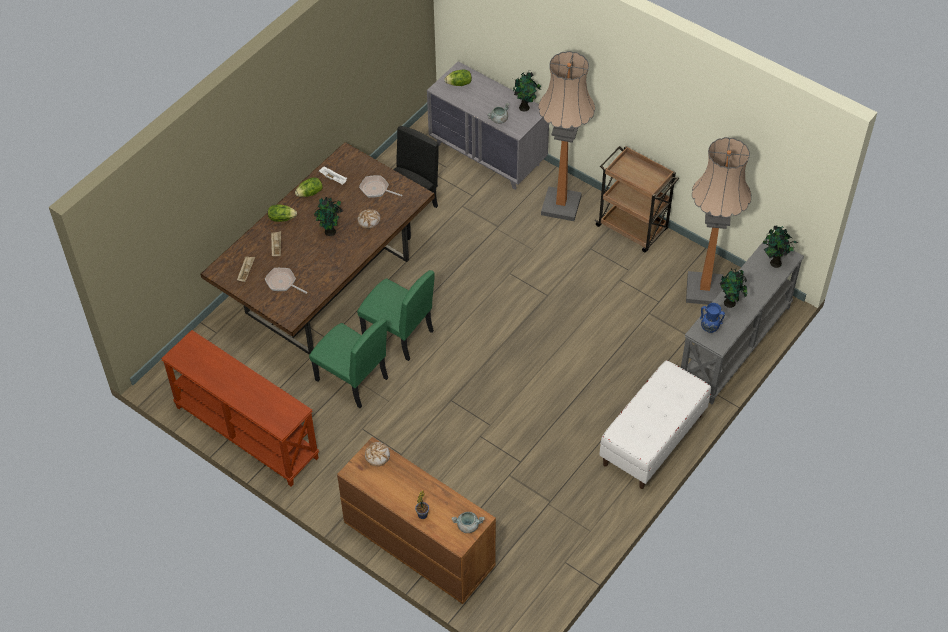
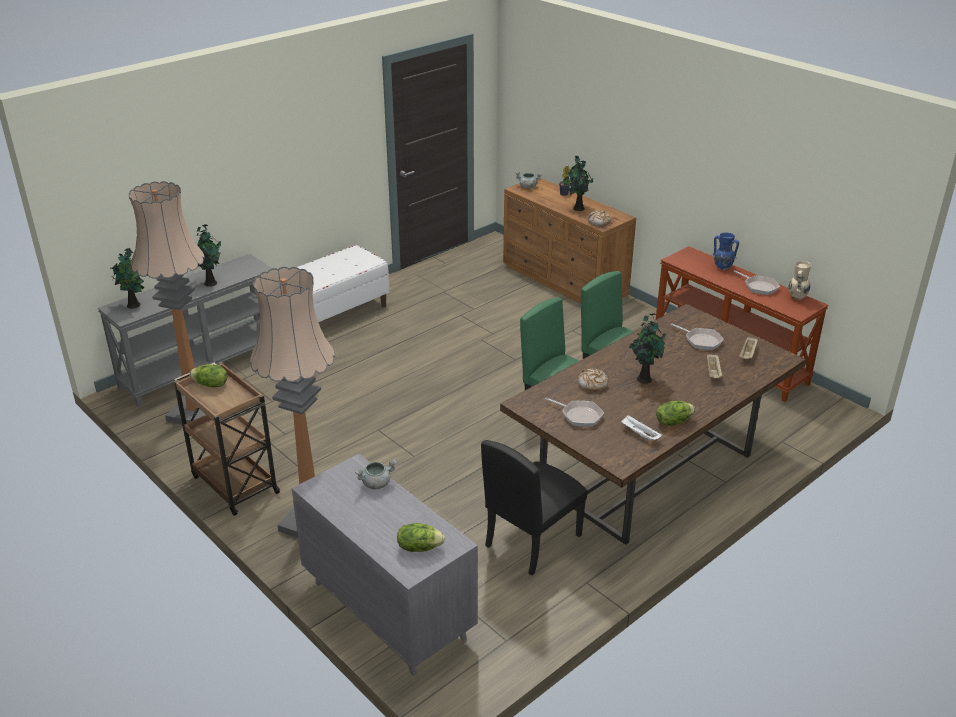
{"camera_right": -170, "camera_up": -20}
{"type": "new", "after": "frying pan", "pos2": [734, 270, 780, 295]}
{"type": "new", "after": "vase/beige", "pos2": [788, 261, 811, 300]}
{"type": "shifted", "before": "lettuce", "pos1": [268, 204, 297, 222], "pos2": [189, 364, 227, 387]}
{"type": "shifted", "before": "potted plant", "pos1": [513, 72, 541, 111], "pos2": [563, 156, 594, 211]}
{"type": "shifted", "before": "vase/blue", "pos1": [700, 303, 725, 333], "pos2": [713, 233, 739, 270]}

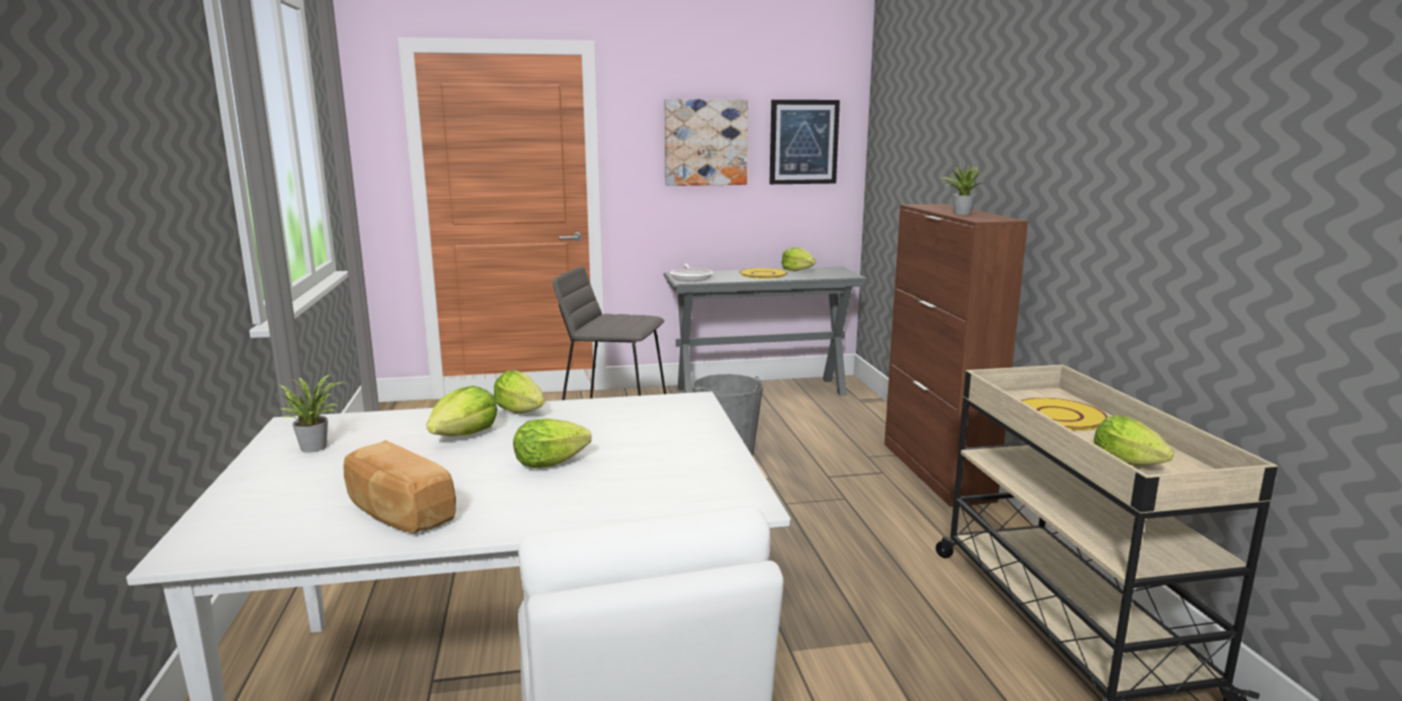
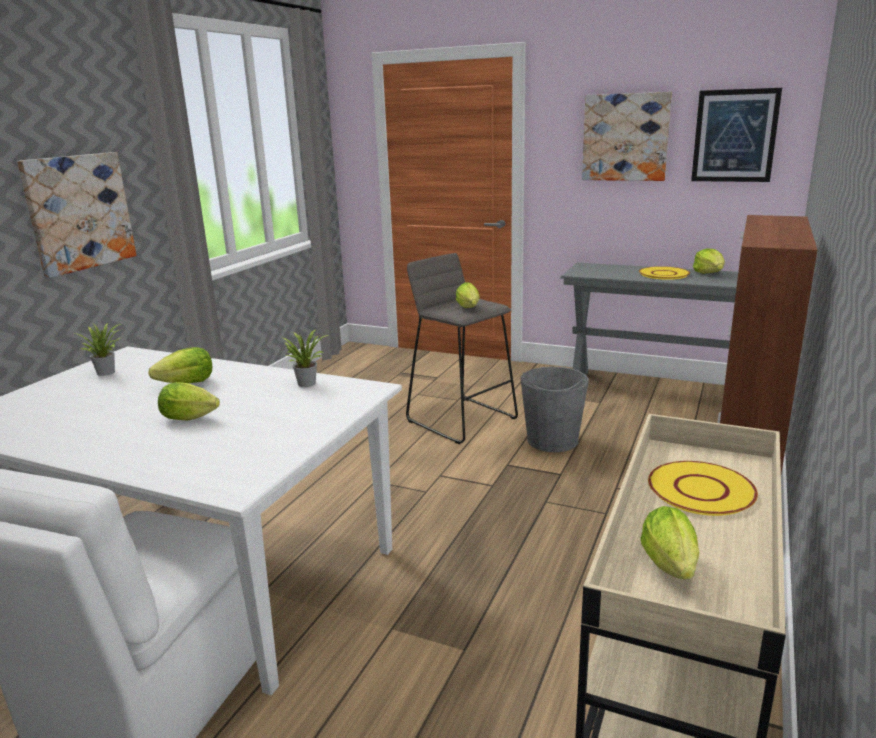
{"camera_right": 35, "camera_up": 5}
{"type": "gone", "before": "bread", "pos1": [343, 440, 456, 533]}
{"type": "gone", "before": "frying pan", "pos1": [670, 264, 713, 281]}
{"type": "new", "after": "picture", "pos2": [17, 152, 136, 278]}
{"type": "shifted", "before": "lettuce", "pos1": [494, 370, 545, 413], "pos2": [456, 282, 480, 308]}
{"type": "shifted", "before": "potted plant", "pos1": [942, 164, 983, 215], "pos2": [283, 330, 329, 387]}

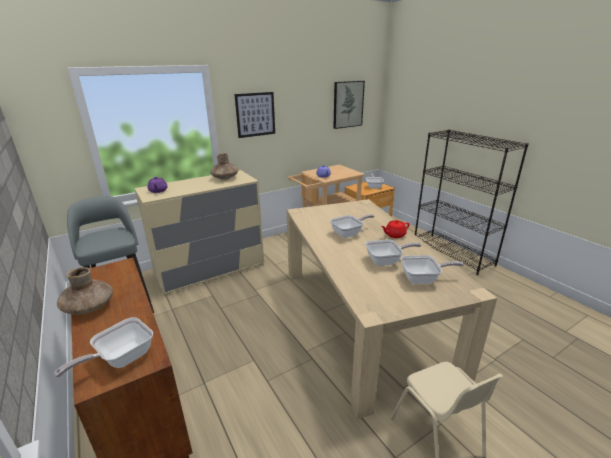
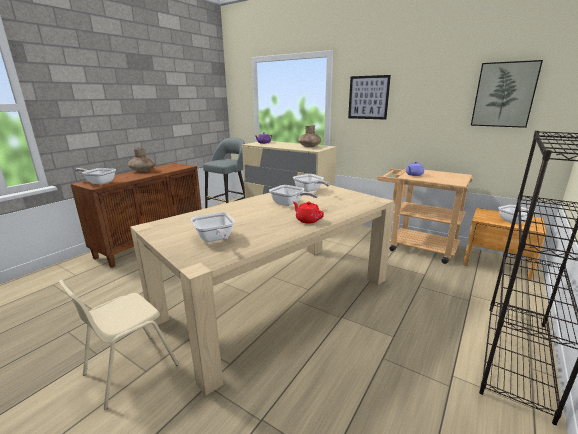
{"camera_right": 65, "camera_up": -5}
{"type": "shifted", "before": "frying pan", "pos1": [365, 239, 421, 266], "pos2": [293, 174, 330, 192]}

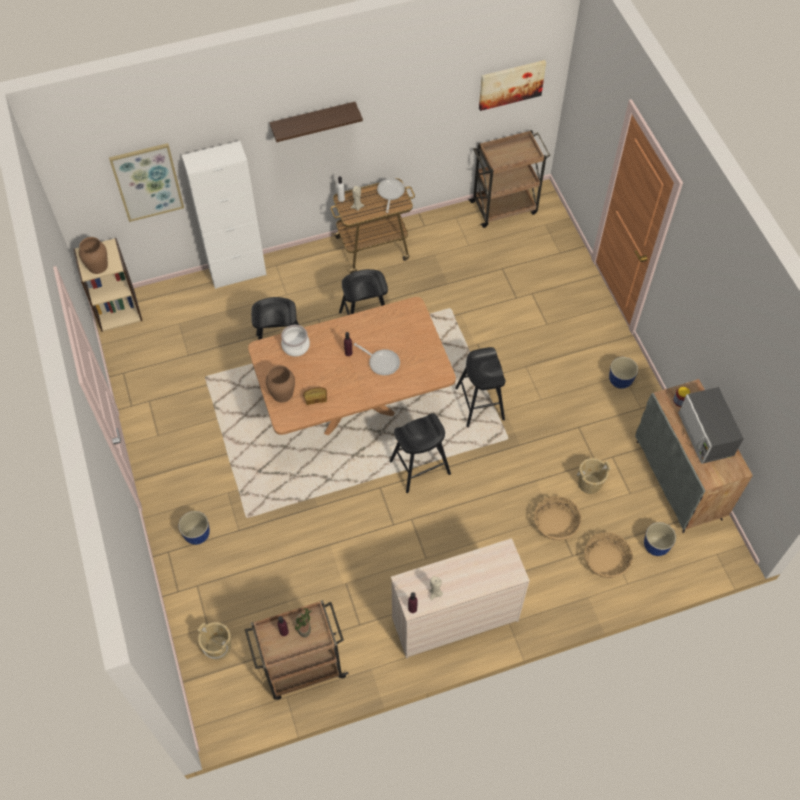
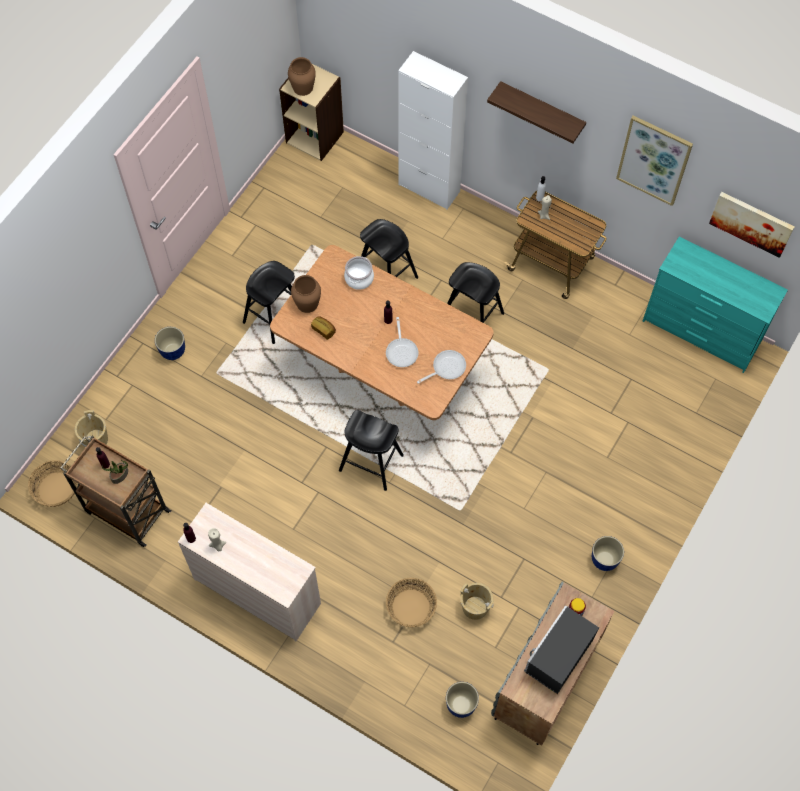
{"camera_right": 50, "camera_up": 5}
{"type": "shifted", "before": "picture", "pos1": [109, 143, 184, 222], "pos2": [616, 116, 693, 206]}
{"type": "shifted", "before": "frying pan", "pos1": [377, 178, 405, 213], "pos2": [417, 350, 466, 384]}
{"type": "shifted", "before": "stool/black", "pos1": [455, 347, 505, 427], "pos2": [243, 261, 295, 344]}
{"type": "shifted", "before": "basket", "pos1": [584, 532, 633, 578], "pos2": [28, 460, 77, 507]}
{"type": "swapped", "before": "cart/brown", "after": "dresser/turquoise", "pos1": [468, 130, 551, 228], "pos2": [642, 236, 788, 373]}

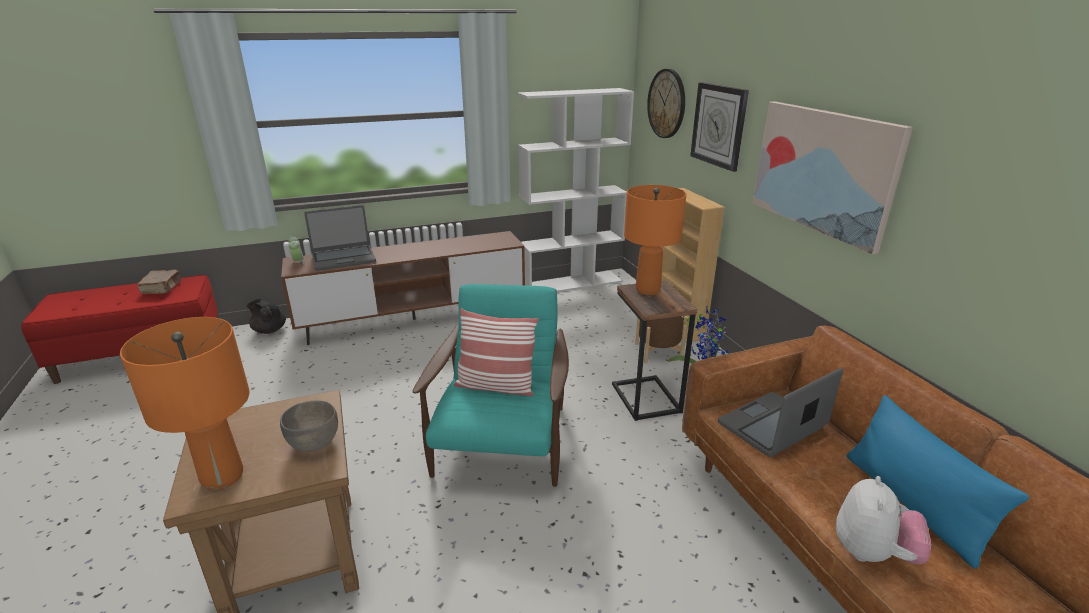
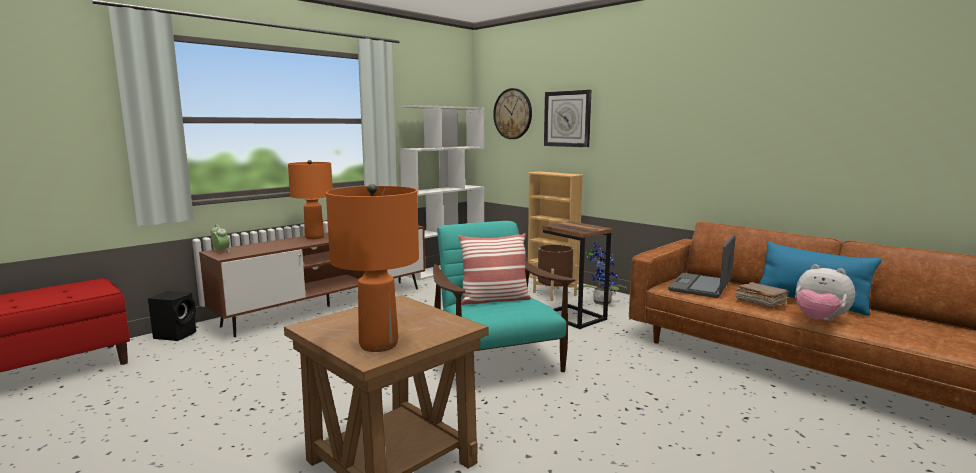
{"camera_right": -25, "camera_up": -15}
{"type": "gone", "before": "bowl/grey", "pos1": [280, 400, 338, 452]}
{"type": "gone", "before": "laptop", "pos1": [304, 205, 376, 271]}
{"type": "gone", "before": "picture", "pos1": [753, 101, 913, 254]}
{"type": "shifted", "before": "book/brown", "pos1": [137, 269, 182, 294], "pos2": [736, 282, 789, 308]}
{"type": "shifted", "before": "table lamp/orange", "pos1": [624, 185, 686, 295], "pos2": [288, 160, 333, 239]}
{"type": "swapped", "before": "teapot/black", "after": "speaker/black", "pos1": [247, 299, 286, 334], "pos2": [148, 291, 196, 341]}
{"type": "rotated", "before": "plush toy", "pos1": [836, 476, 931, 564], "pos2": [795, 265, 855, 321], "turn": 135}

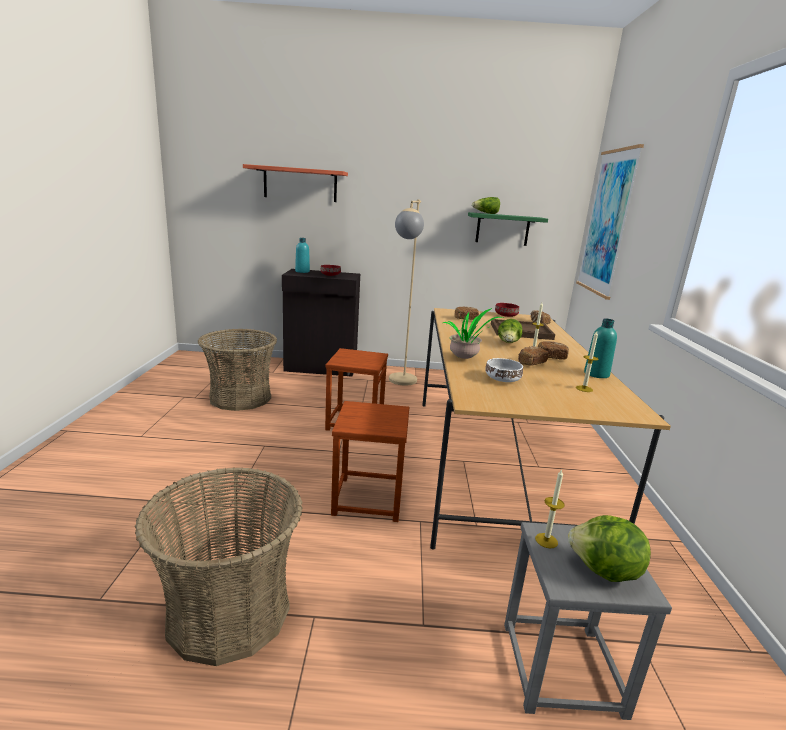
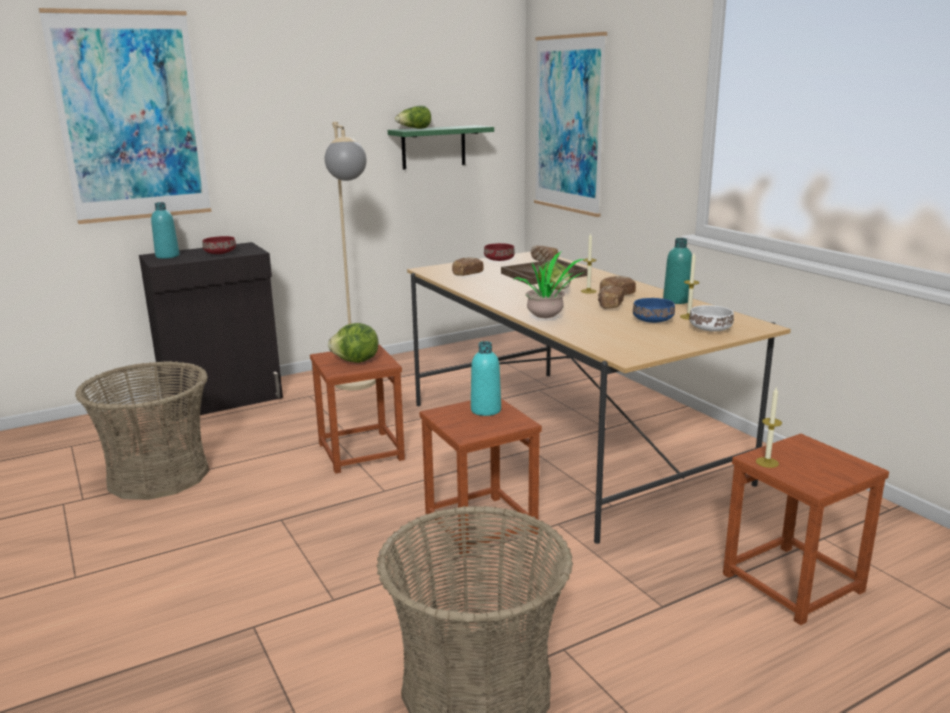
{"camera_right": -30, "camera_up": 0}
{"type": "new", "after": "bottle/turquoise", "pos2": [471, 341, 501, 416]}
{"type": "new", "after": "bowl/blue", "pos2": [633, 298, 675, 323]}
{"type": "shifted", "before": "bowl/white", "pos1": [485, 358, 523, 382], "pos2": [689, 305, 734, 332]}
{"type": "shifted", "before": "lettuce", "pos1": [568, 515, 651, 582], "pos2": [328, 323, 378, 363]}
{"type": "swapped", "before": "shelf", "after": "picture", "pos1": [243, 164, 348, 202], "pos2": [39, 8, 212, 224]}
{"type": "repainted", "before": "stool/grey", "after": "stool/brown", "pos1": [504, 522, 672, 720], "pos2": [723, 434, 889, 625]}

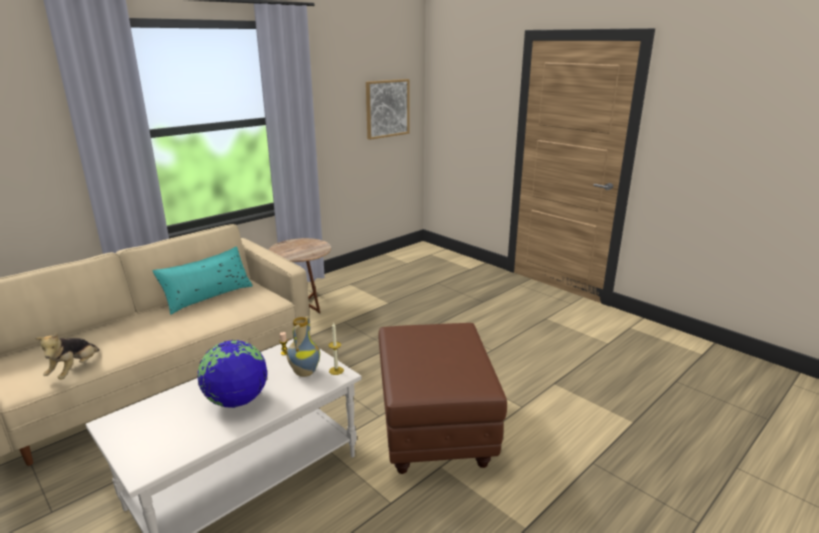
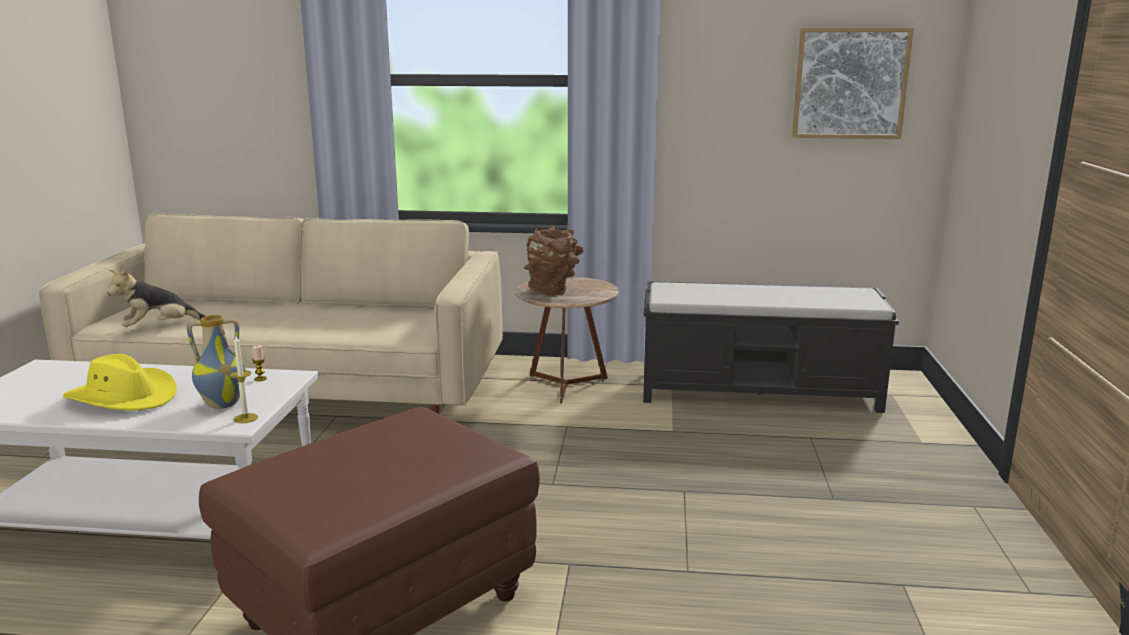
{"camera_right": 50, "camera_up": -5}
{"type": "gone", "before": "pillow/turquoise", "pos1": [152, 246, 253, 315]}
{"type": "new", "after": "vase/brown", "pos2": [524, 226, 583, 296]}
{"type": "new", "after": "bench/black", "pos2": [643, 281, 899, 413]}
{"type": "swapped", "before": "globe", "after": "hat/yellow", "pos1": [197, 340, 267, 408], "pos2": [63, 354, 177, 411]}

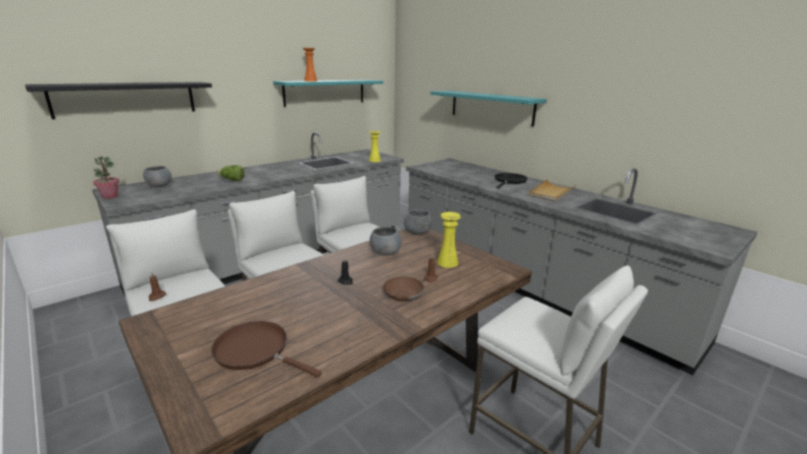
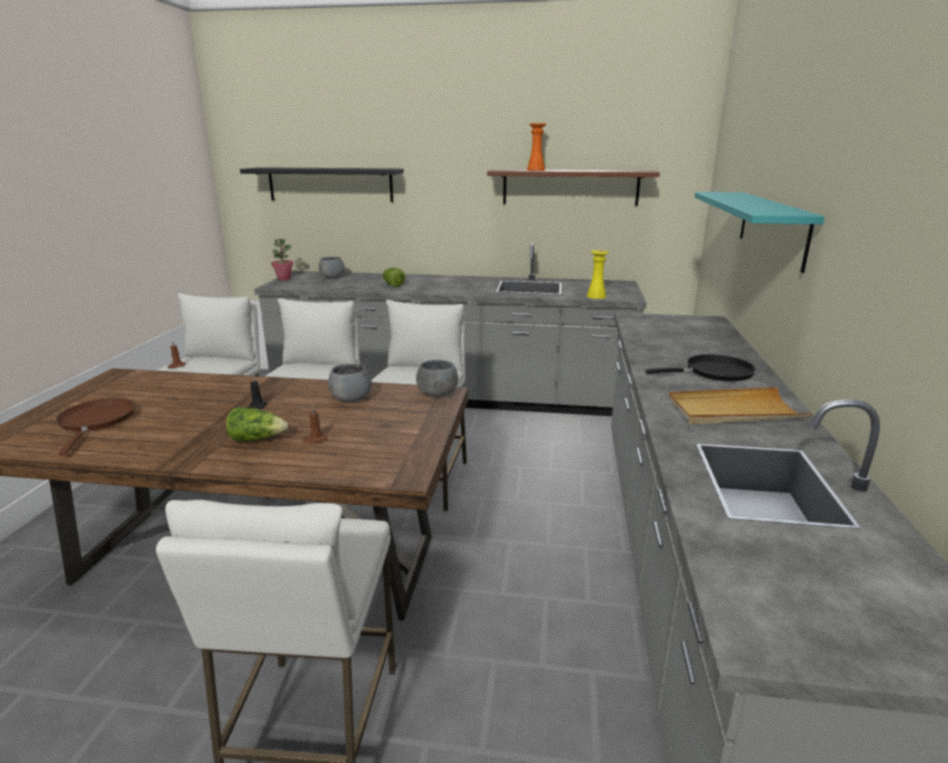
{"camera_right": 50, "camera_up": 0}
{"type": "gone", "before": "vase/yellow", "pos1": [437, 212, 461, 268]}
{"type": "swapped", "before": "bowl/brown", "after": "lettuce", "pos1": [383, 277, 424, 301], "pos2": [226, 407, 288, 442]}
{"type": "repainted", "before": "shelf/turquoise", "after": "shelf/brown", "pos1": [273, 80, 384, 107], "pos2": [487, 169, 660, 206]}

